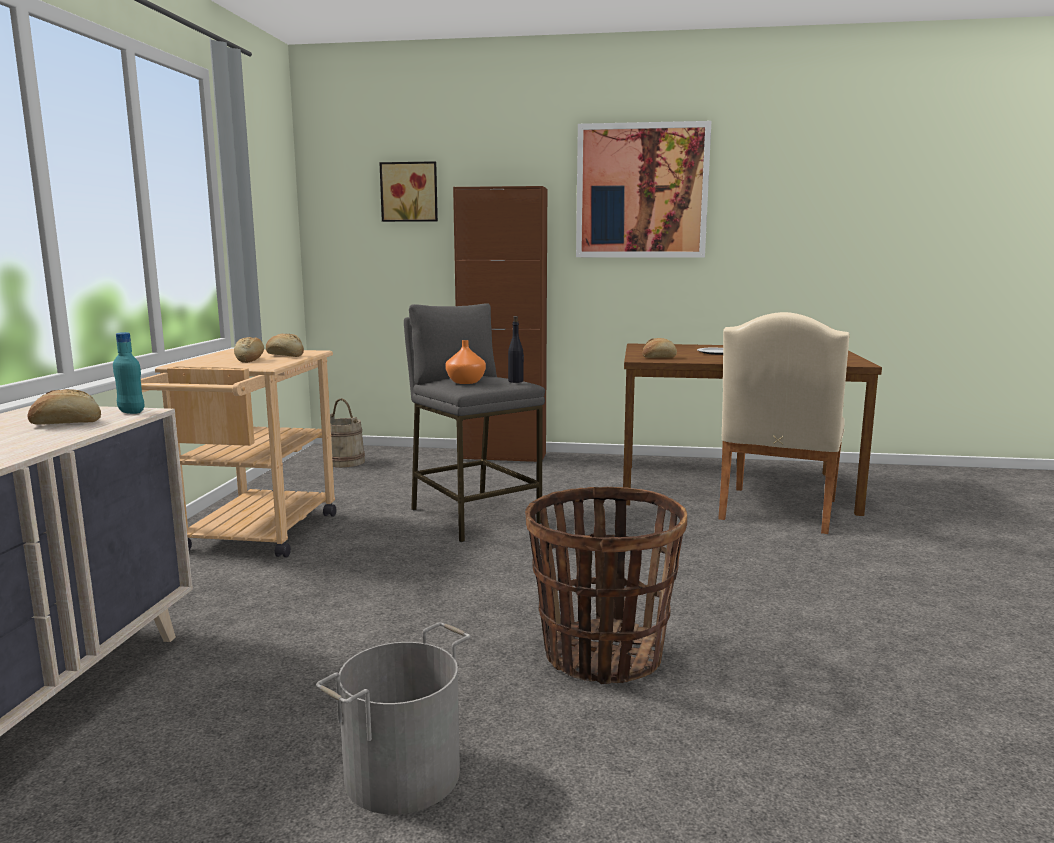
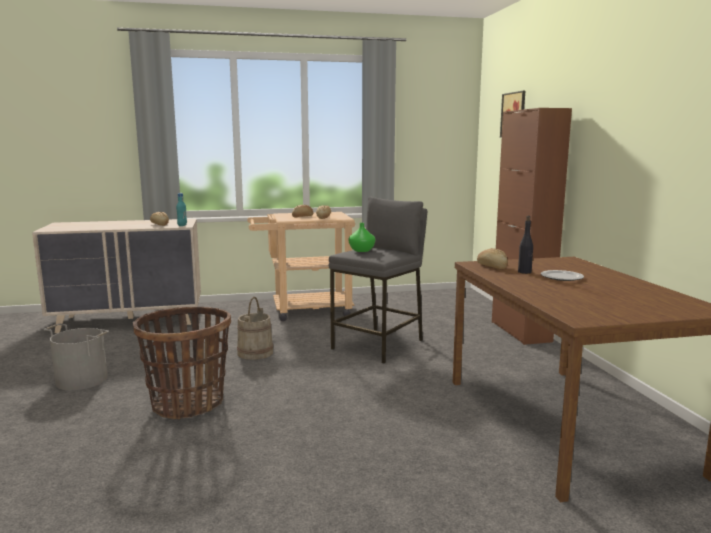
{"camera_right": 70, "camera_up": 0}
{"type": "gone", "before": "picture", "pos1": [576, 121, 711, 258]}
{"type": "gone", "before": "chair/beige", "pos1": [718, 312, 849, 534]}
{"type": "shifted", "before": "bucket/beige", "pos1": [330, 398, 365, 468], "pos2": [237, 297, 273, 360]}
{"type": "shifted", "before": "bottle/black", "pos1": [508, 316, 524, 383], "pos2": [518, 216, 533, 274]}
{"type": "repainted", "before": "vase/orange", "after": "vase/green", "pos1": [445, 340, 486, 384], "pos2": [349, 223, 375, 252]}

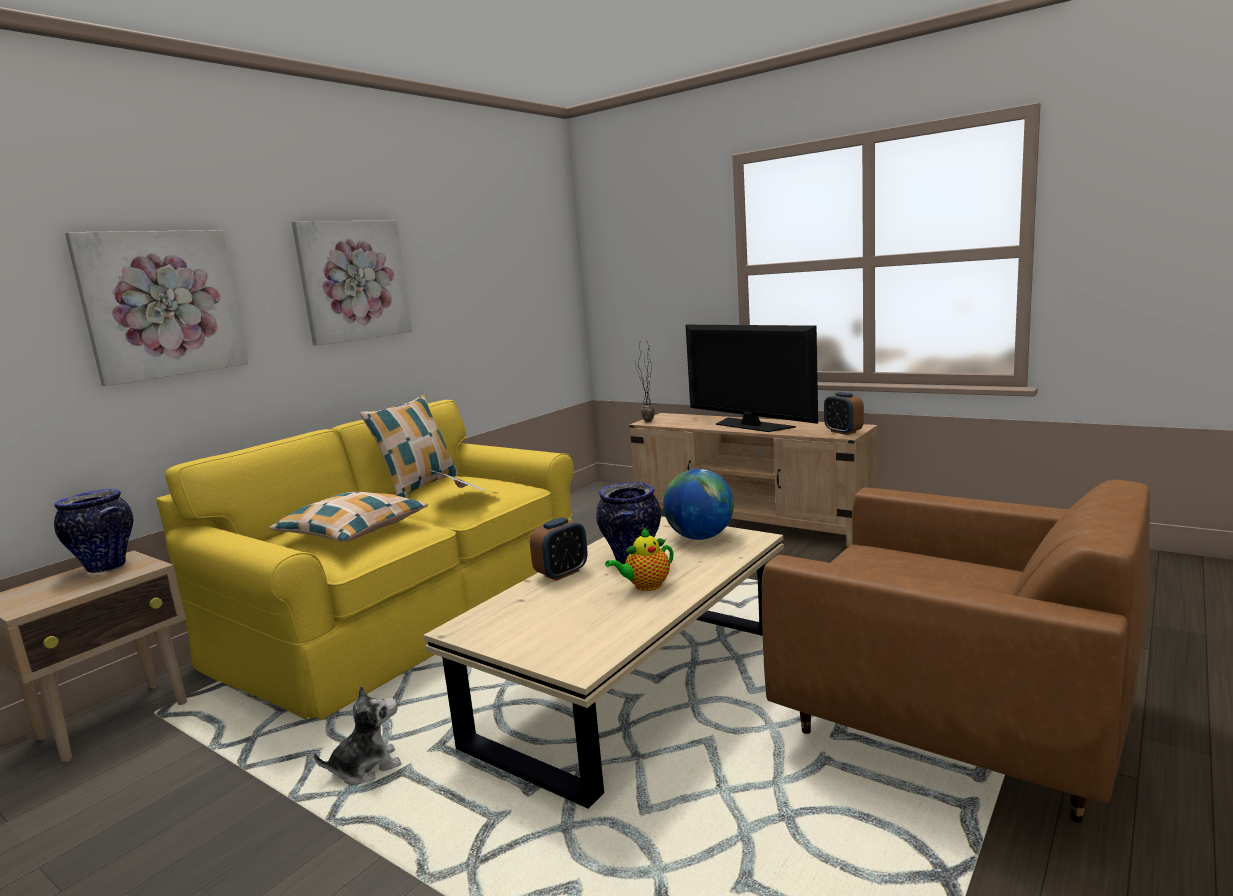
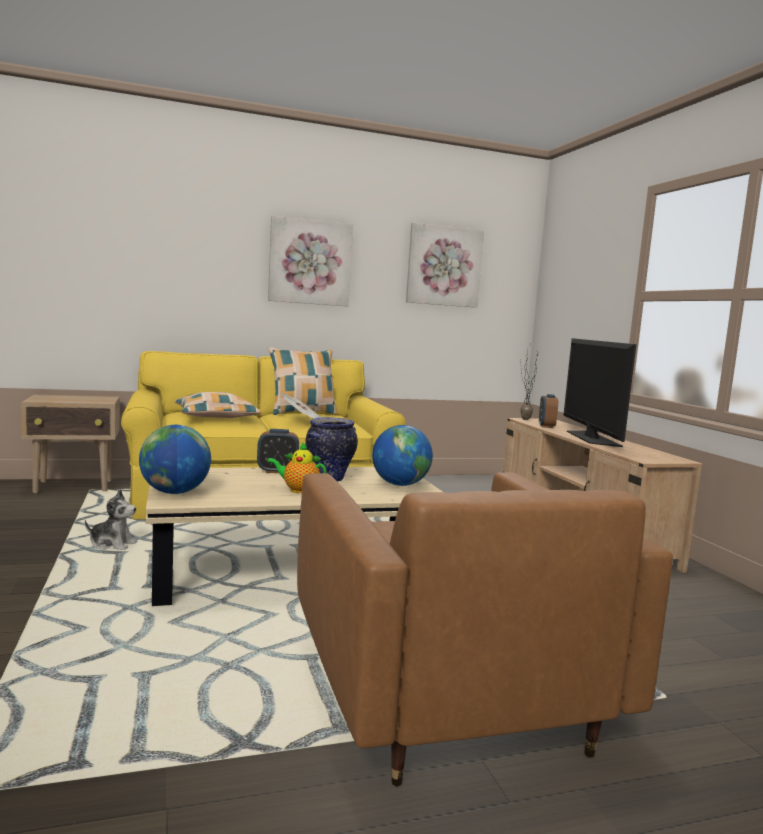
{"camera_right": 35, "camera_up": -5}
{"type": "gone", "before": "vase", "pos1": [54, 489, 133, 573]}
{"type": "new", "after": "globe", "pos2": [139, 425, 211, 494]}
{"type": "shifted", "before": "picture", "pos1": [65, 230, 248, 386], "pos2": [406, 223, 484, 308]}
{"type": "shifted", "before": "alarm clock", "pos1": [824, 392, 864, 435], "pos2": [539, 394, 558, 428]}

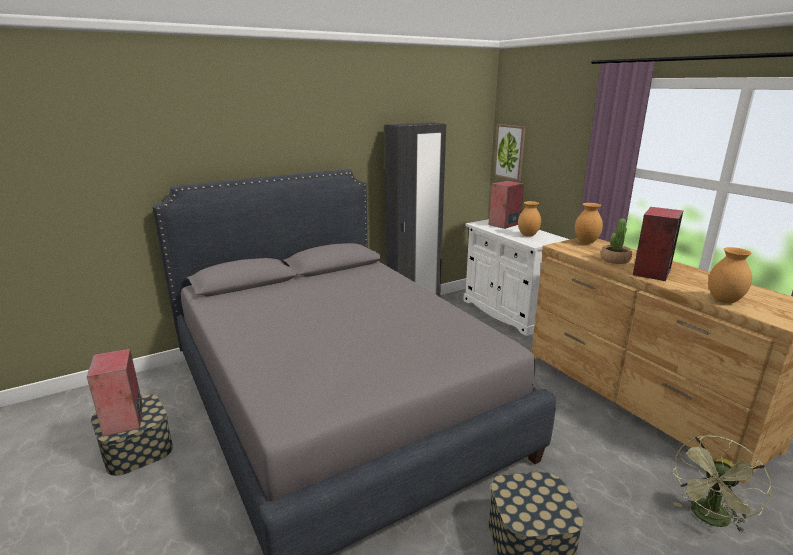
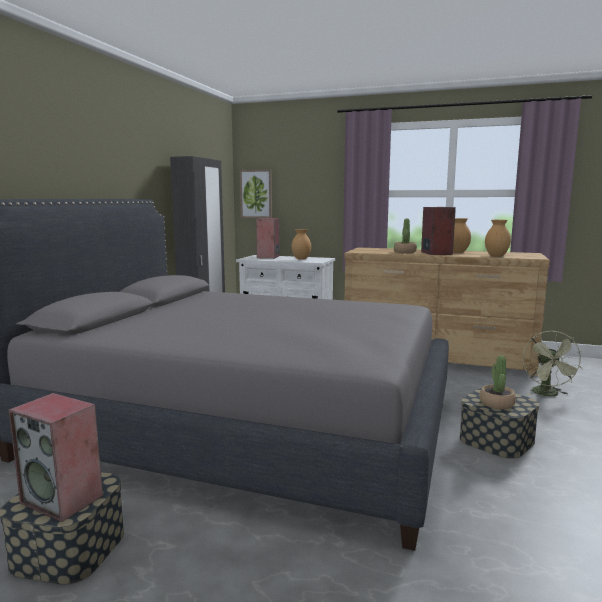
{"camera_right": -40, "camera_up": -10}
{"type": "new", "after": "potted plant", "pos2": [479, 355, 516, 409]}
{"type": "shifted", "before": "vase/brown", "pos1": [575, 203, 603, 244], "pos2": [453, 218, 471, 253]}

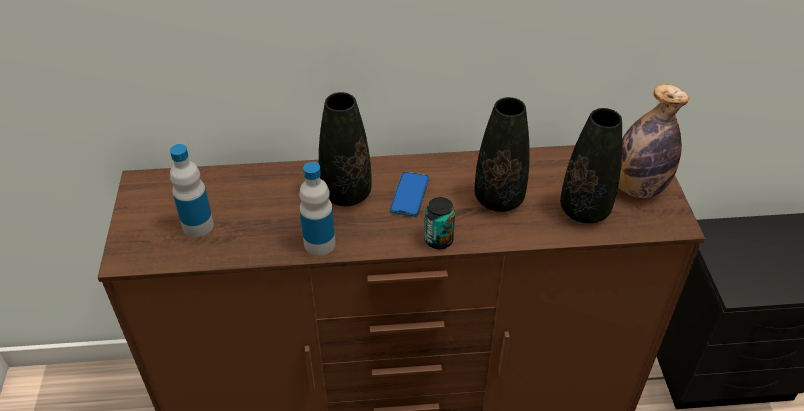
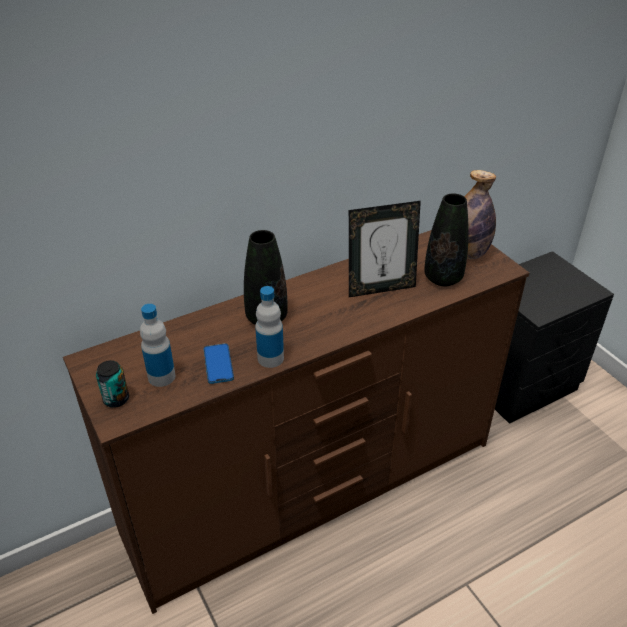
{"camera_right": -25, "camera_up": -5}
{"type": "shifted", "before": "phone", "pos1": [390, 172, 429, 217], "pos2": [203, 343, 234, 384]}
{"type": "shifted", "before": "can", "pos1": [424, 197, 455, 249], "pos2": [96, 360, 129, 408]}
{"type": "swapped", "before": "vase/black", "after": "picture frame", "pos1": [474, 97, 530, 212], "pos2": [349, 201, 421, 297]}

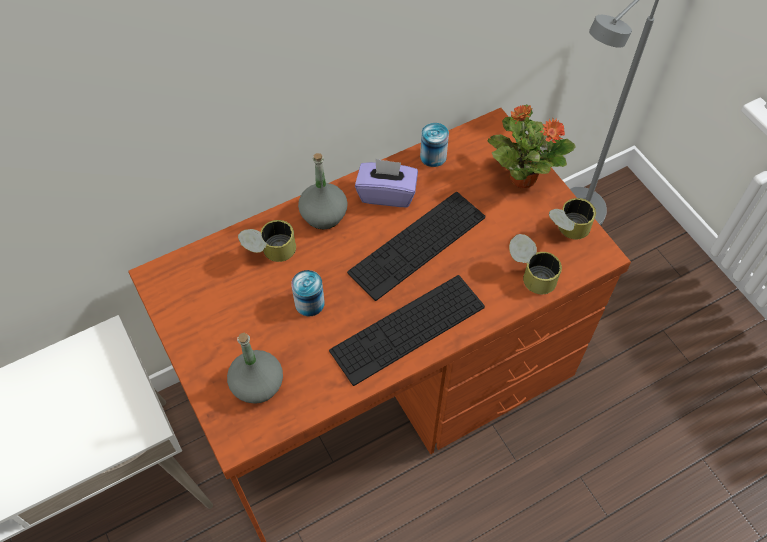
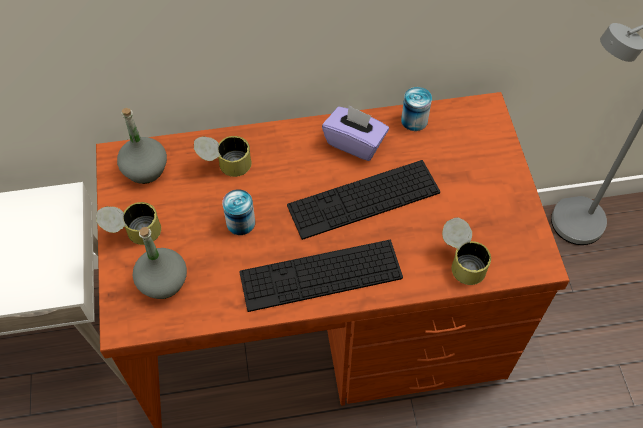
{"camera_right": 20, "camera_up": 0}
{"type": "gone", "before": "potted plant", "pos1": [488, 105, 576, 188]}
{"type": "shifted", "before": "bottle/grey", "pos1": [298, 153, 348, 229], "pos2": [117, 108, 167, 184]}
{"type": "shifted", "before": "can", "pos1": [549, 198, 596, 239], "pos2": [96, 202, 161, 245]}

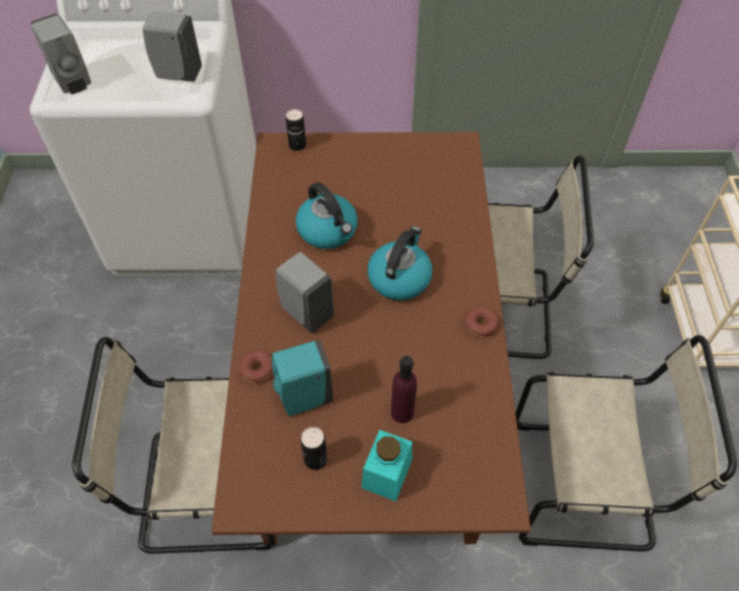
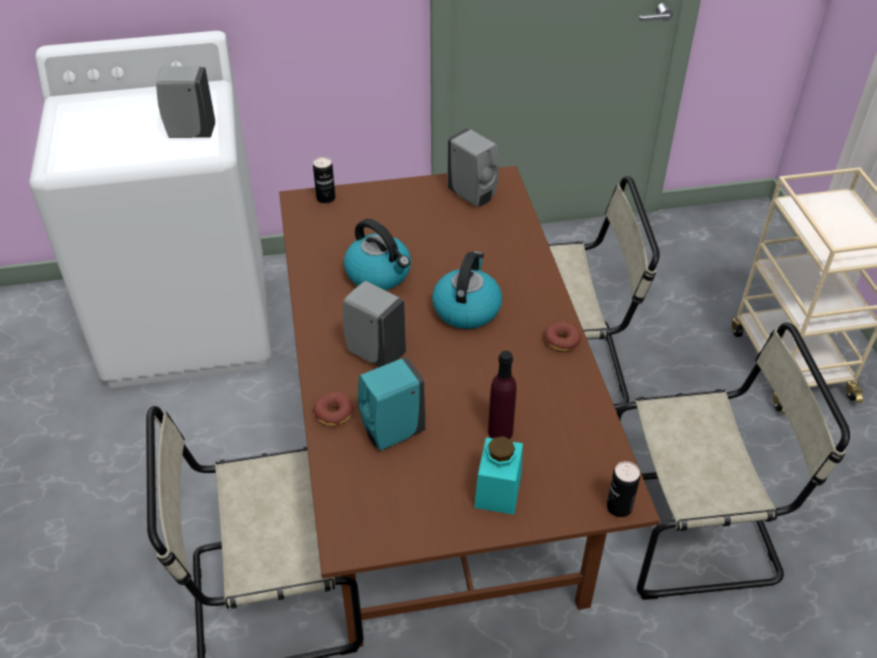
{"camera_right": -10, "camera_up": -10}
{"type": "shifted", "before": "soap dispenser/grey", "pos1": [30, 13, 91, 94], "pos2": [447, 128, 499, 207]}
{"type": "shifted", "before": "can", "pos1": [301, 427, 327, 470], "pos2": [607, 461, 640, 517]}

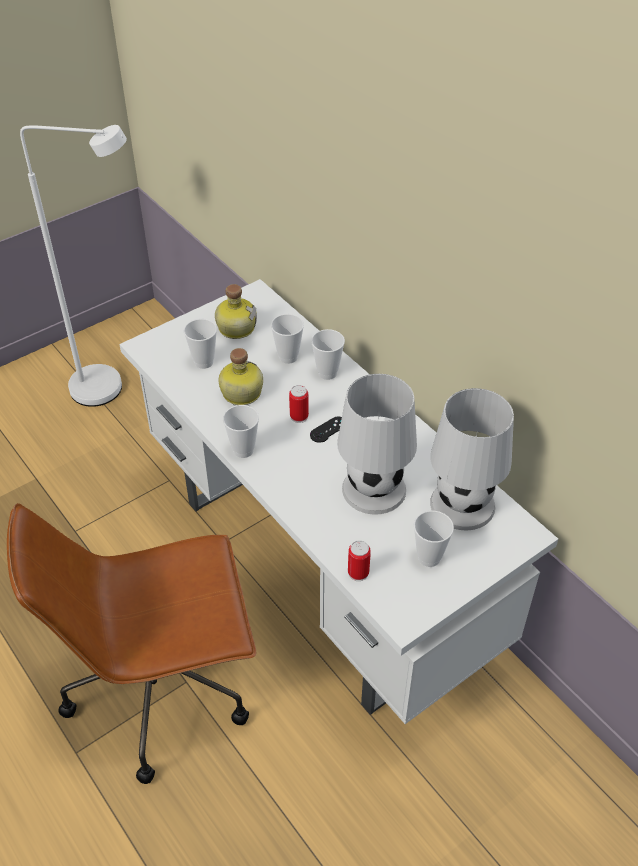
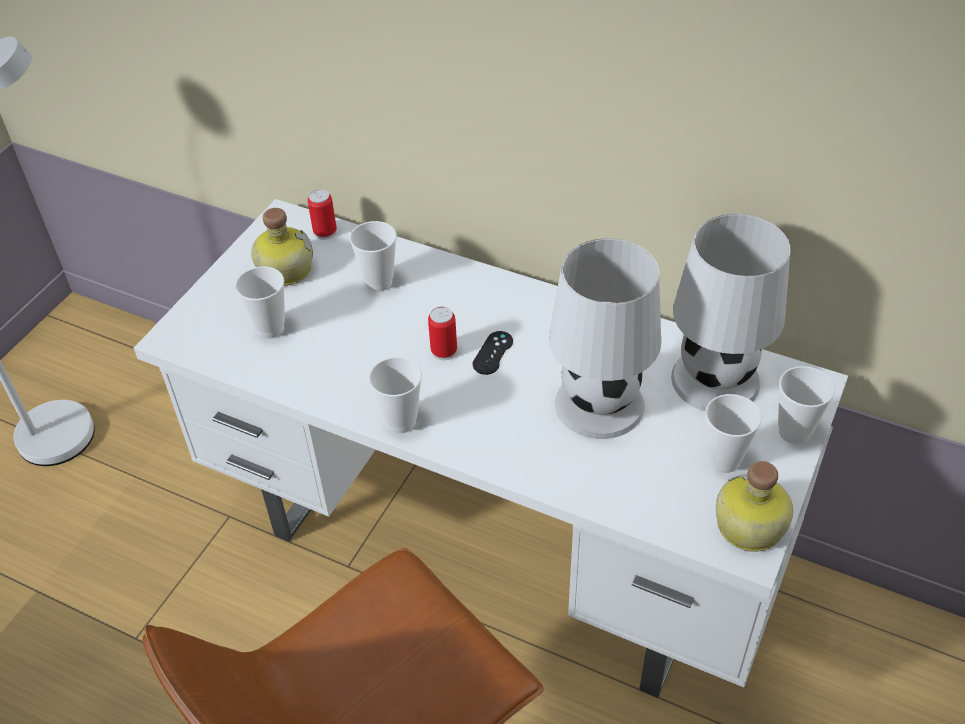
{"camera_right": -25, "camera_up": 0}
{"type": "shifted", "before": "bottle", "pos1": [218, 348, 263, 405], "pos2": [716, 461, 793, 552]}
{"type": "shifted", "before": "cup", "pos1": [311, 329, 345, 380], "pos2": [778, 366, 835, 444]}
{"type": "shifted", "before": "can", "pos1": [348, 540, 371, 581], "pos2": [308, 189, 337, 240]}

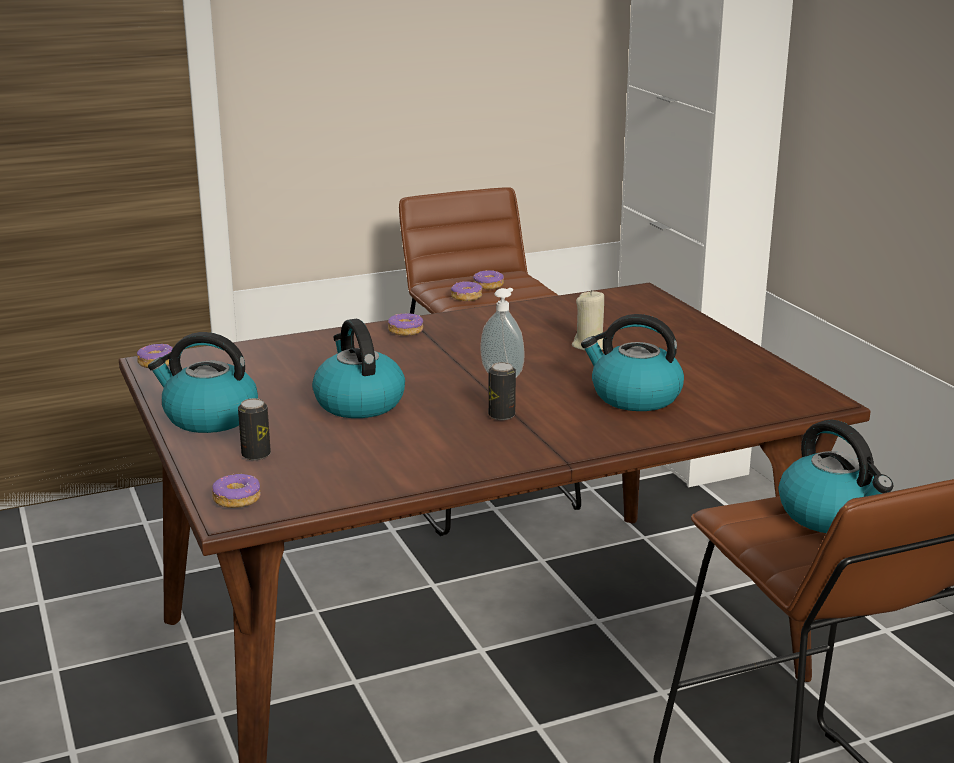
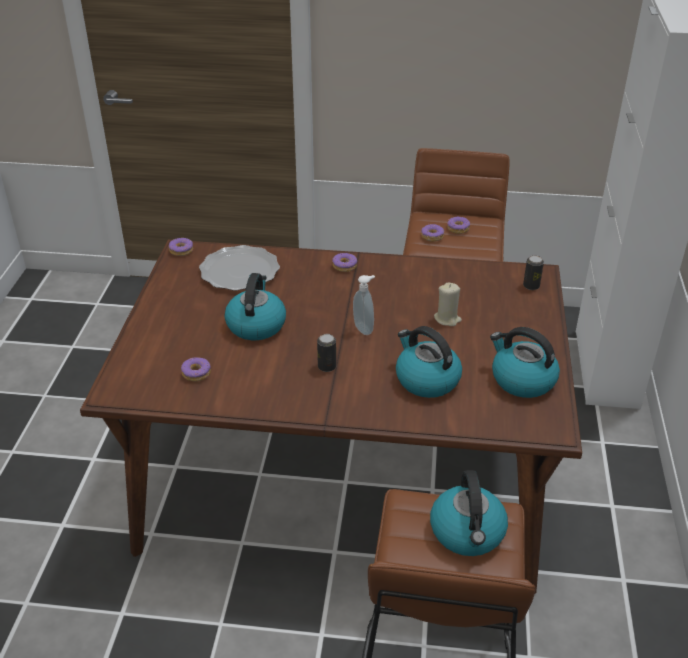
{"camera_right": 30, "camera_up": 15}
{"type": "new", "after": "plate", "pos2": [199, 245, 280, 291]}
{"type": "shifted", "before": "kettle", "pos1": [148, 332, 258, 433], "pos2": [490, 327, 560, 398]}
{"type": "shifted", "before": "donut", "pos1": [212, 473, 261, 508], "pos2": [181, 357, 211, 381]}
{"type": "shifted", "before": "can", "pos1": [238, 398, 271, 460], "pos2": [523, 255, 544, 290]}

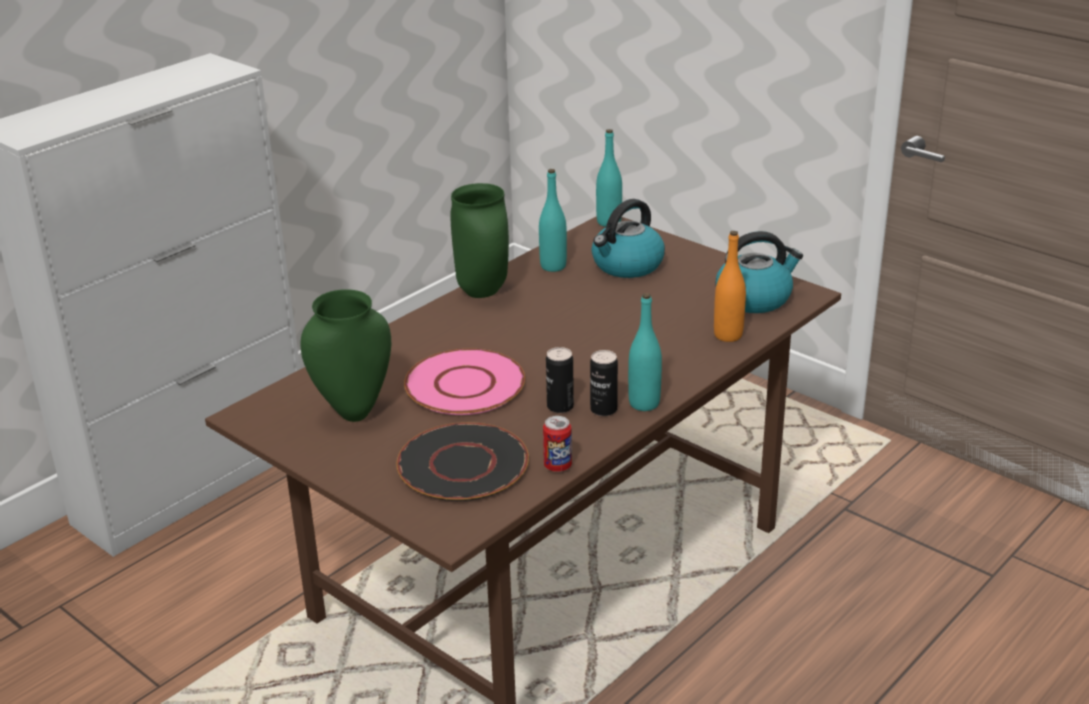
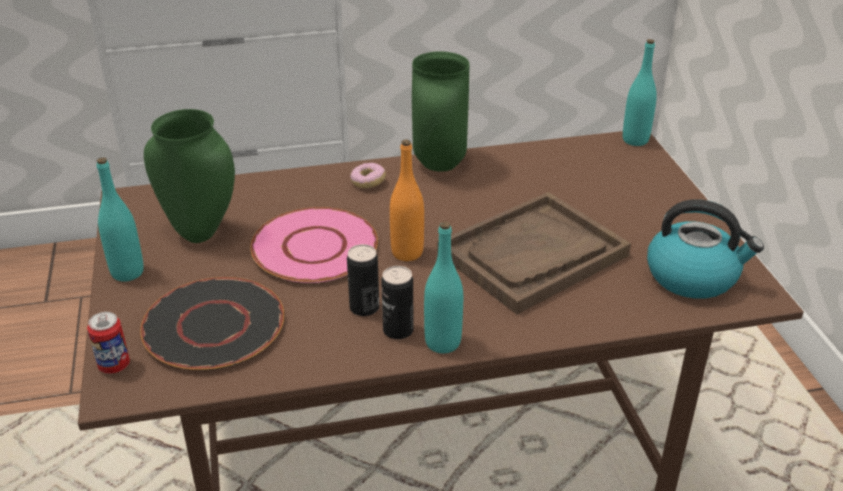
{"camera_right": 35, "camera_up": 5}
{"type": "gone", "before": "kettle", "pos1": [592, 199, 665, 278]}
{"type": "new", "after": "donut", "pos2": [350, 163, 386, 188]}
{"type": "new", "after": "tray/brown", "pos2": [437, 192, 631, 314]}
{"type": "shifted", "before": "bottle/turquoise", "pos1": [539, 169, 567, 272], "pos2": [97, 157, 144, 282]}
{"type": "shifted", "before": "can", "pos1": [543, 416, 572, 472], "pos2": [87, 312, 130, 374]}
{"type": "shifted", "before": "bottle/orange", "pos1": [714, 231, 746, 342], "pos2": [390, 139, 424, 261]}

